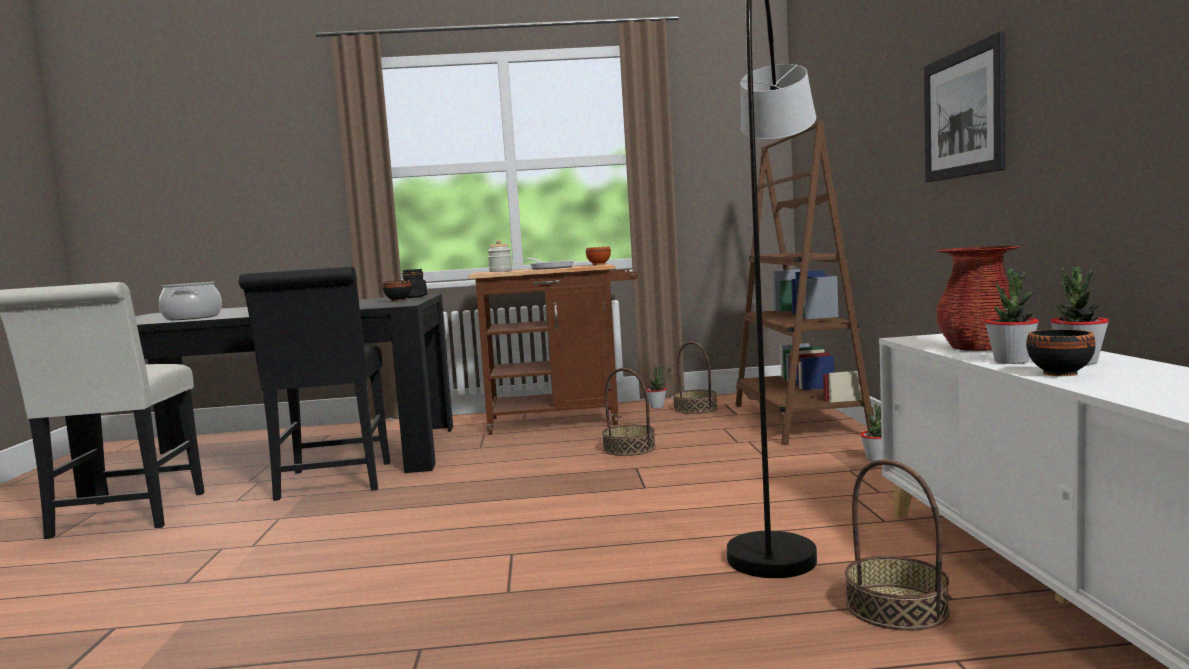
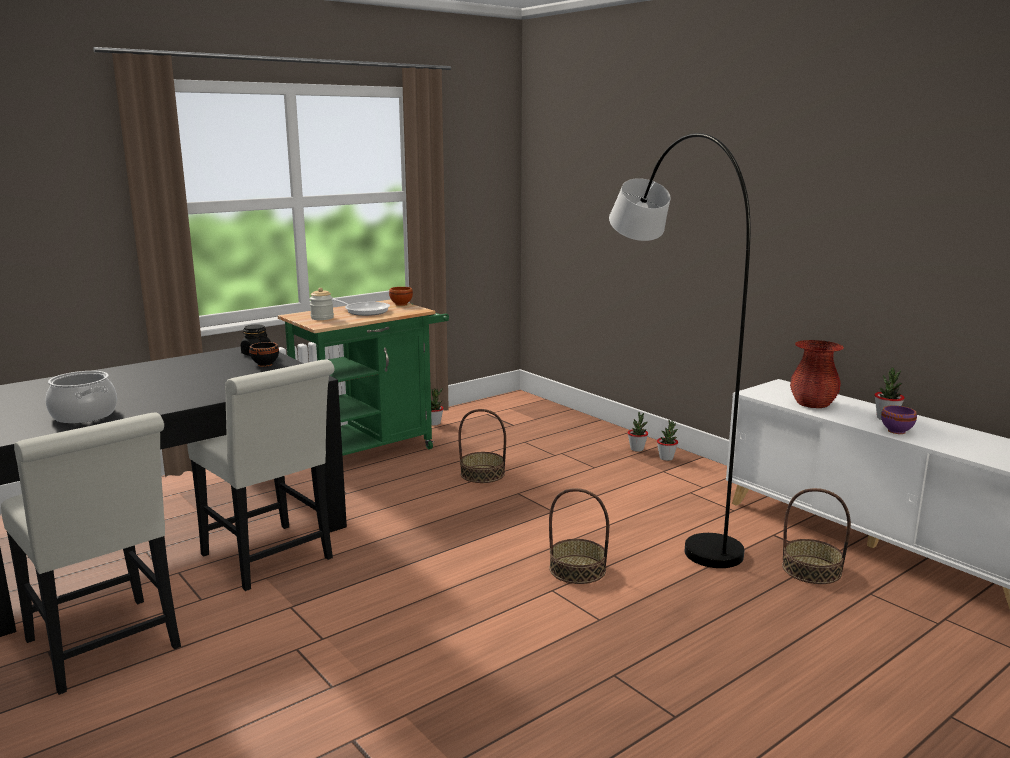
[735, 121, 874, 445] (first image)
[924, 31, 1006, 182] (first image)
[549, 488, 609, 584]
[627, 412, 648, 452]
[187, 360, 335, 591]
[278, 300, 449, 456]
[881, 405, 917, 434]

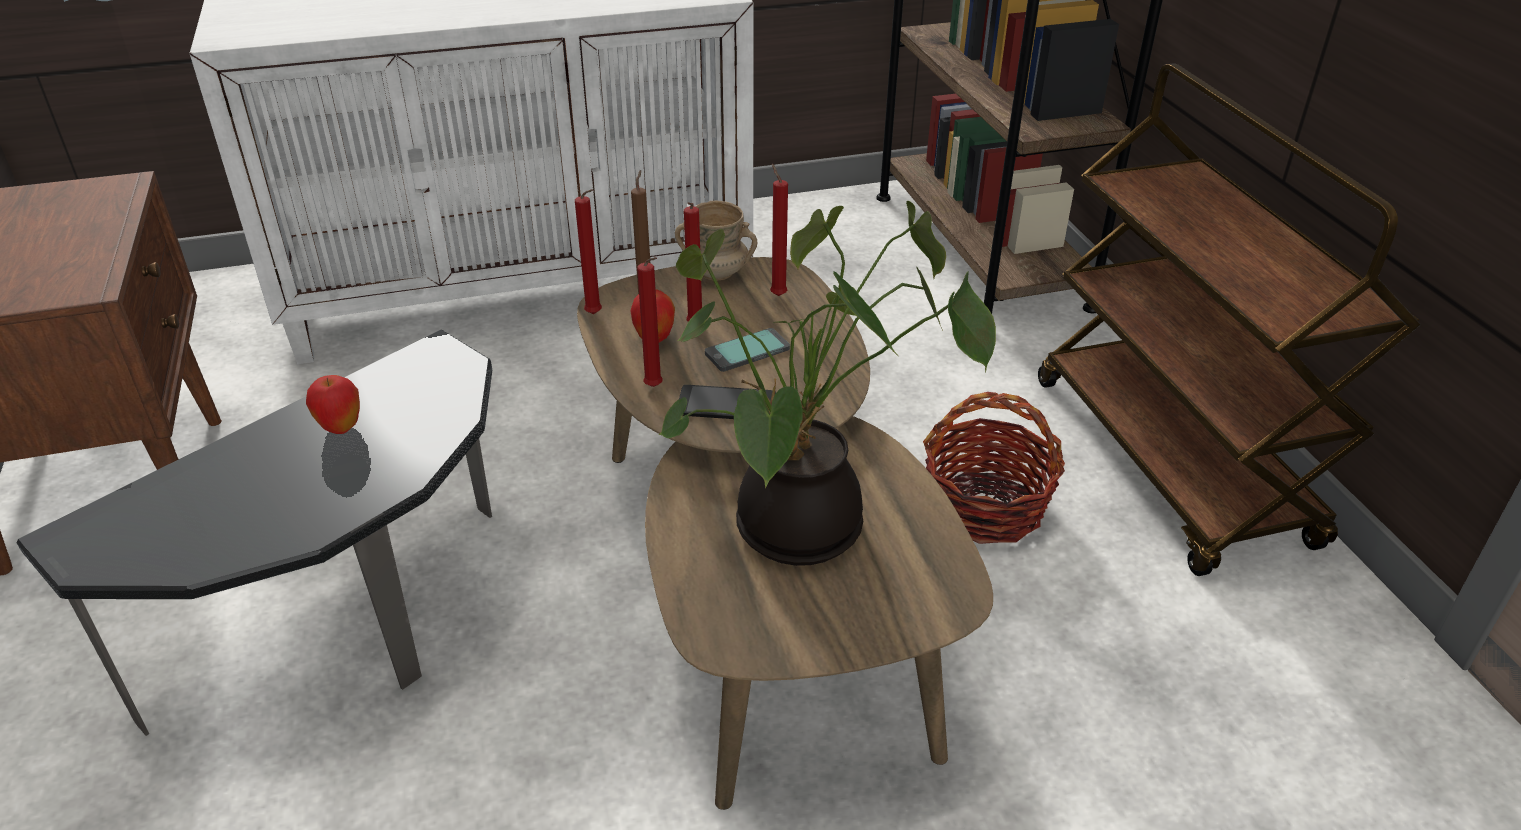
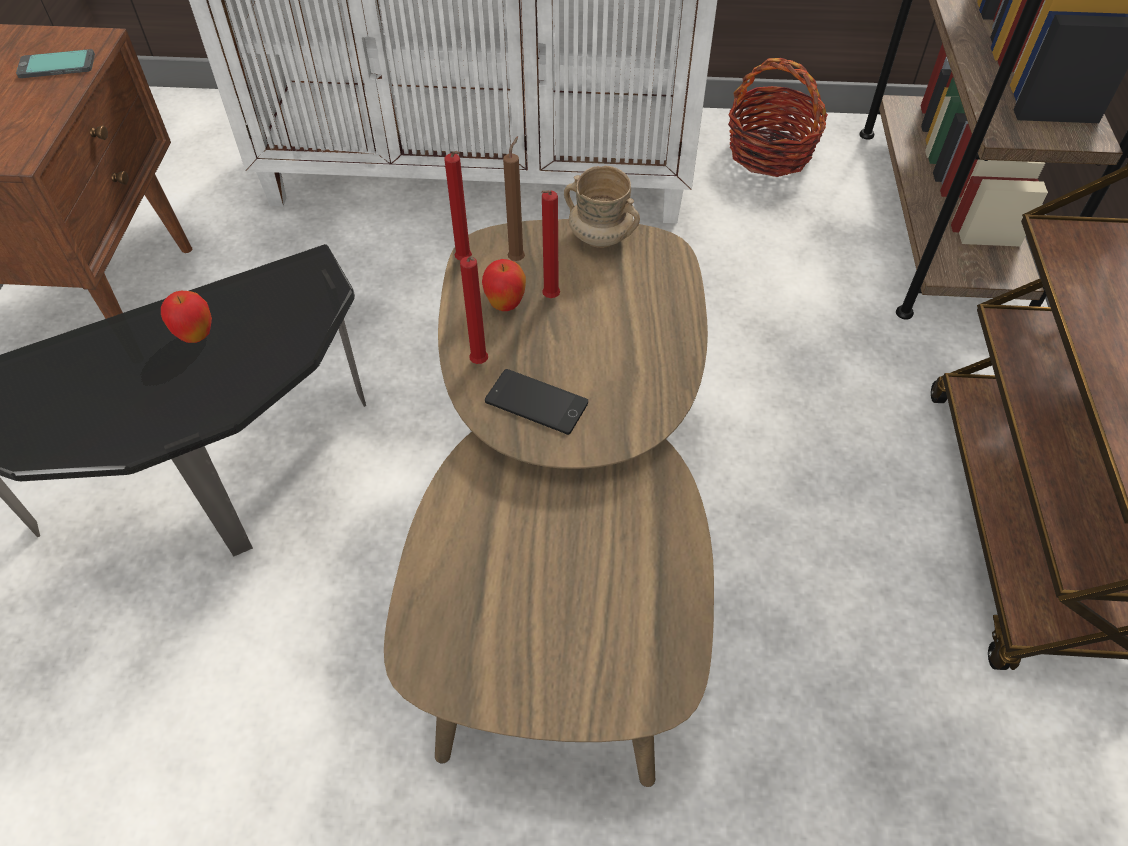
[659, 201, 996, 566] (first image)
[770, 164, 788, 296] (first image)
[16, 49, 95, 78]
[728, 58, 828, 177]

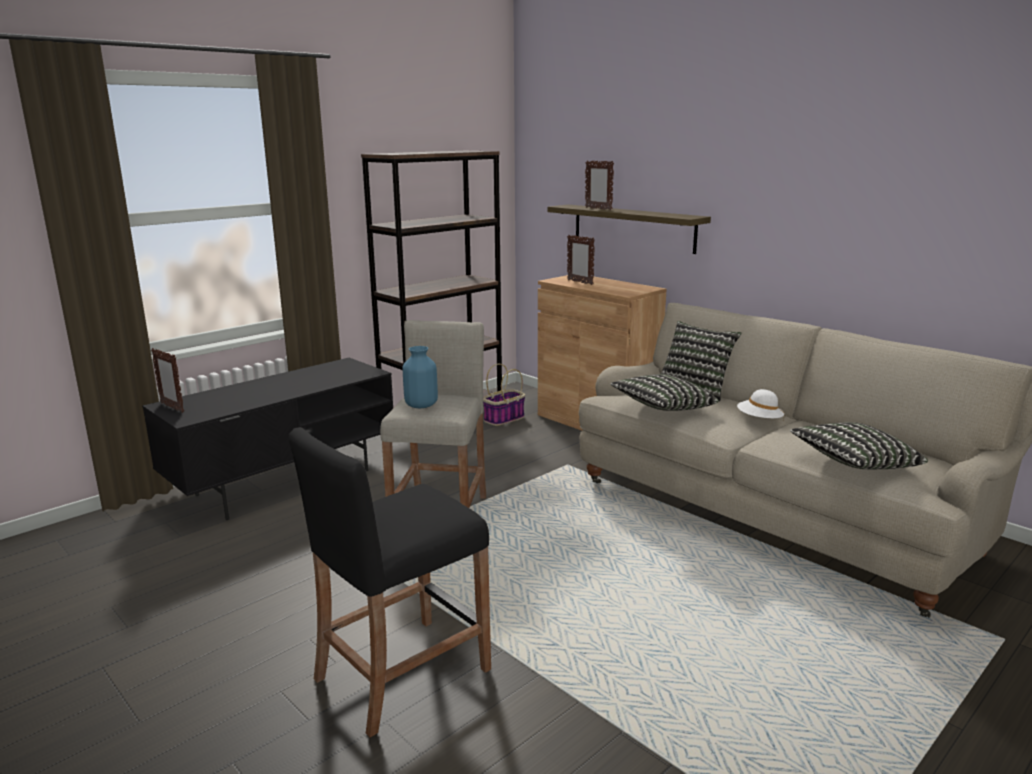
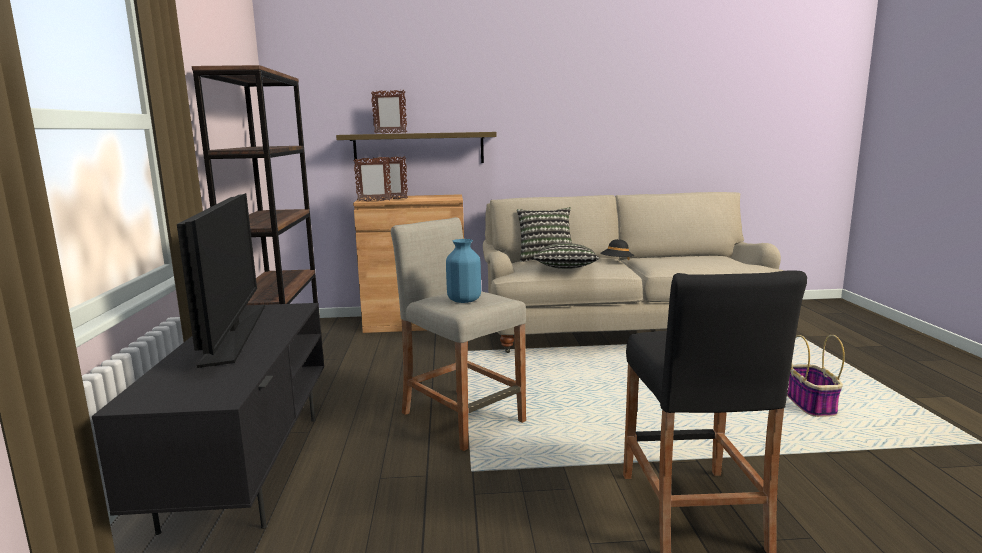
[790, 422, 928, 469] (first image)
[177, 193, 265, 368]
[353, 157, 392, 202]
[787, 335, 845, 417]
[600, 239, 634, 260]

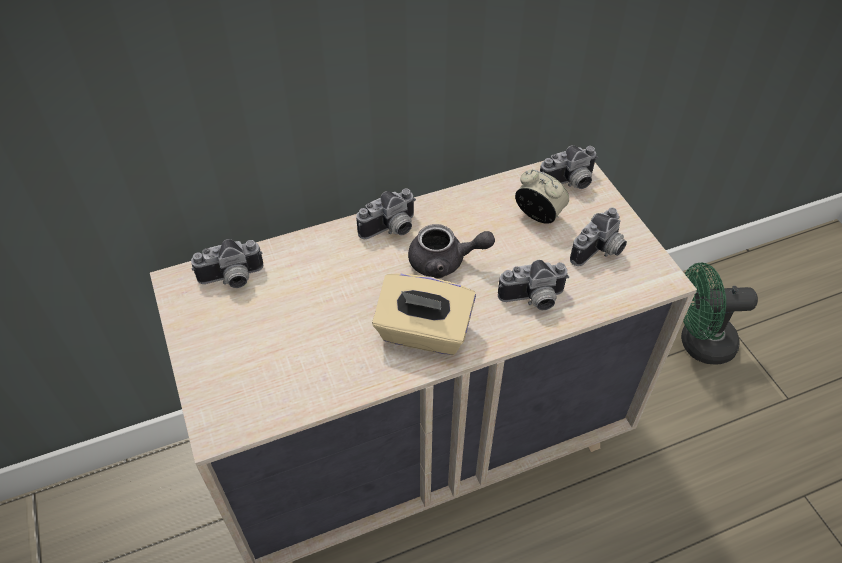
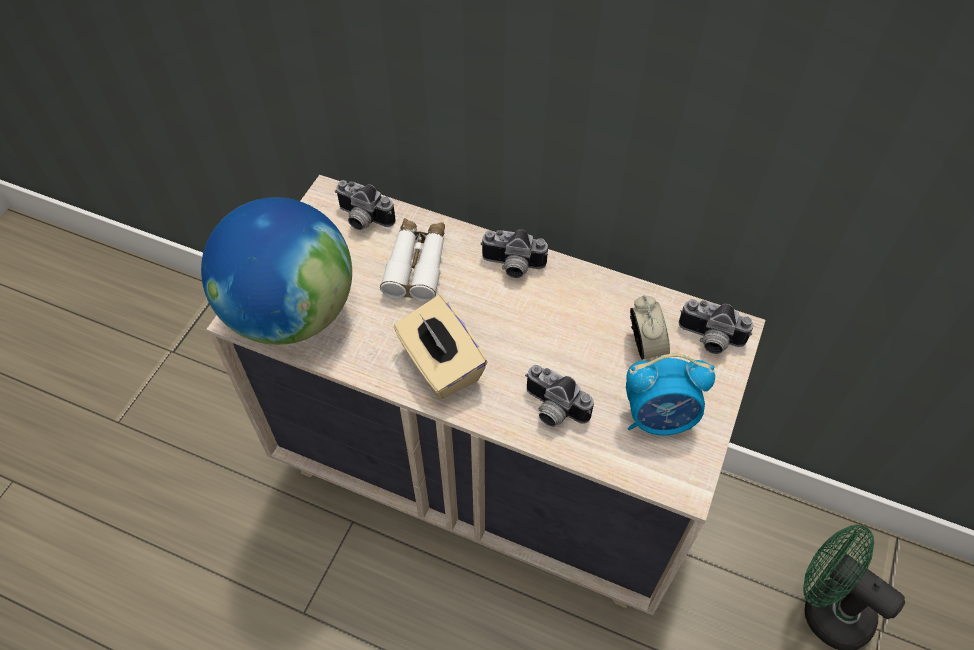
[408, 224, 495, 278] (first image)
[201, 197, 352, 345]
[380, 218, 445, 302]
[626, 353, 715, 435]

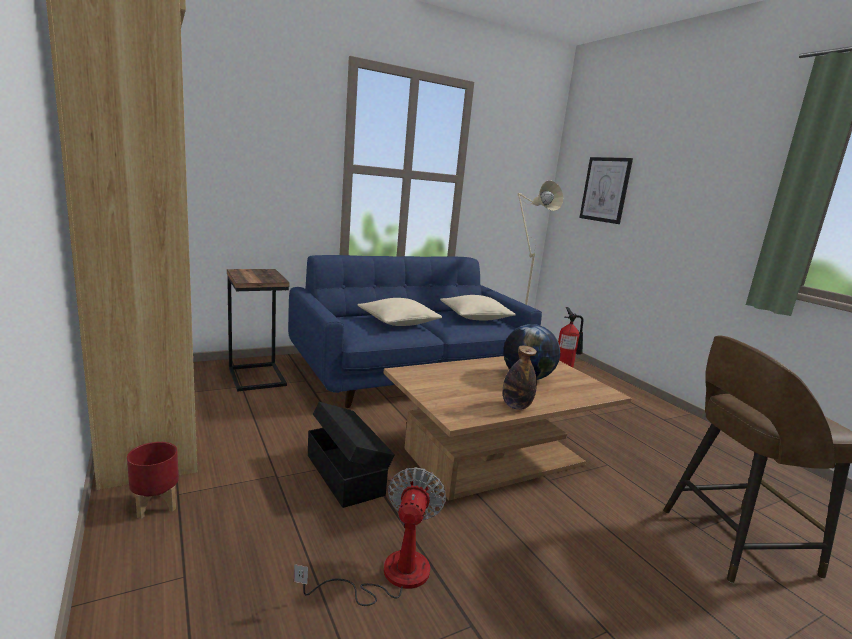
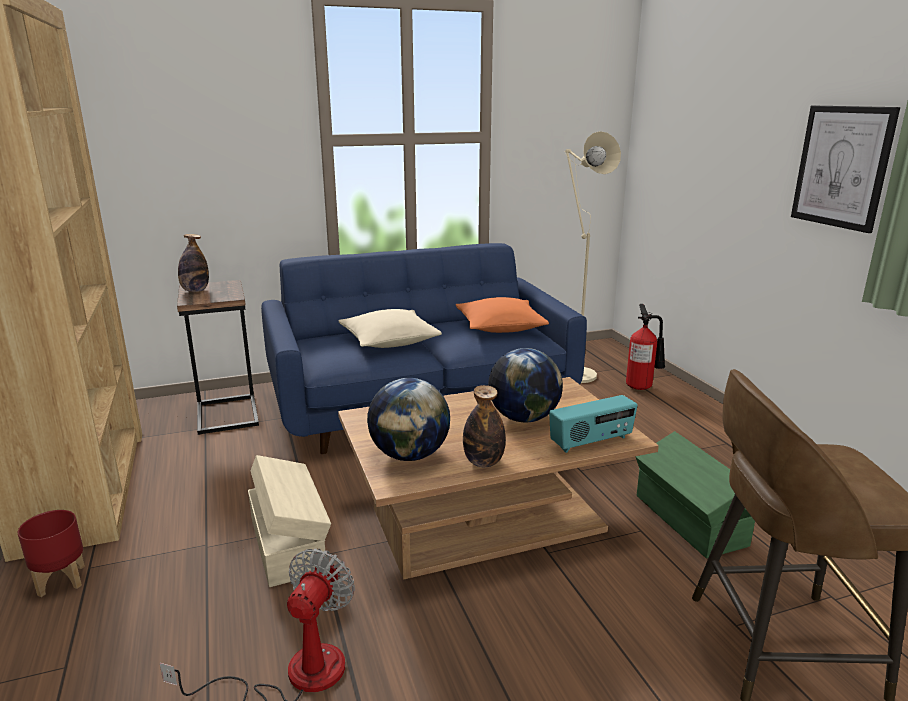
[178, 234, 209, 292]
[367, 378, 450, 461]
[549, 395, 638, 453]
[635, 431, 755, 558]
[791, 106, 900, 233]
[248, 455, 331, 587]
[456, 297, 549, 333]

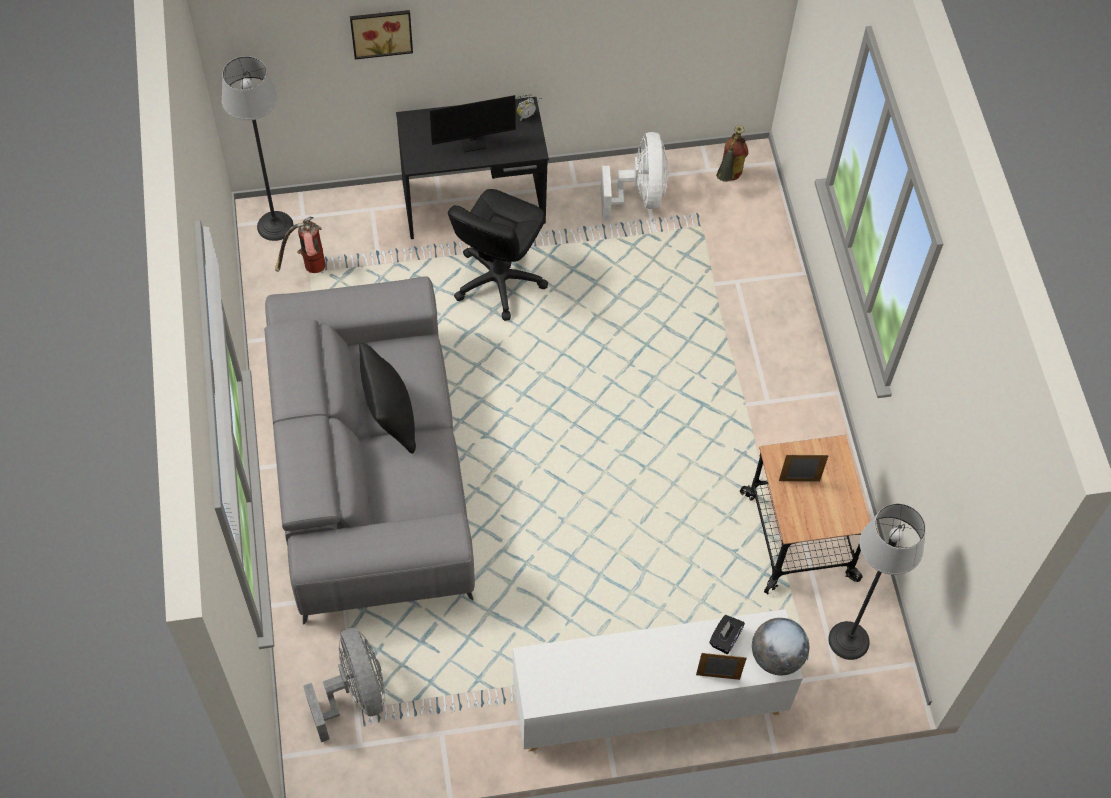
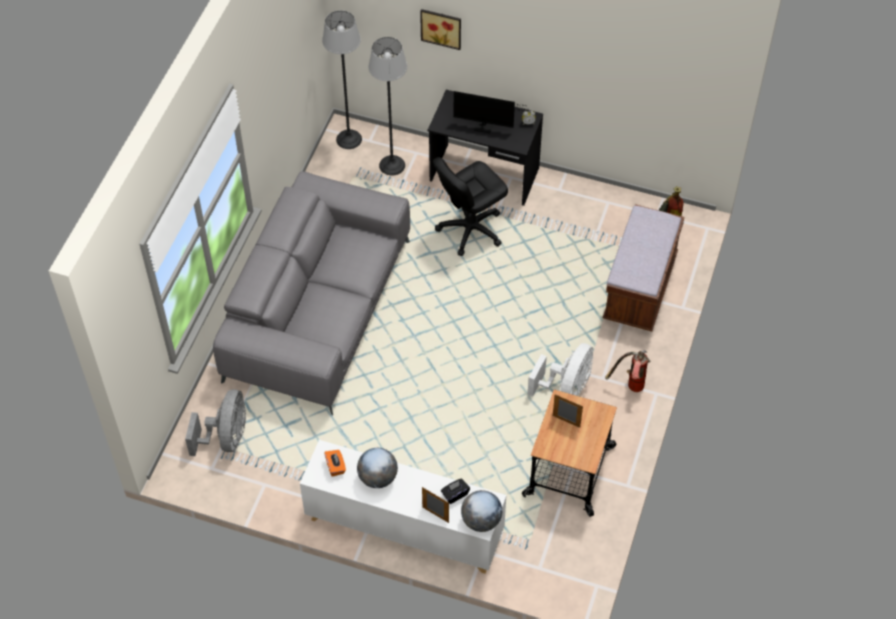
[359, 343, 416, 454] (first image)
[324, 450, 346, 477]
[357, 448, 398, 488]
[603, 204, 684, 331]
[605, 350, 651, 392]
[528, 343, 593, 397]
[368, 37, 407, 175]

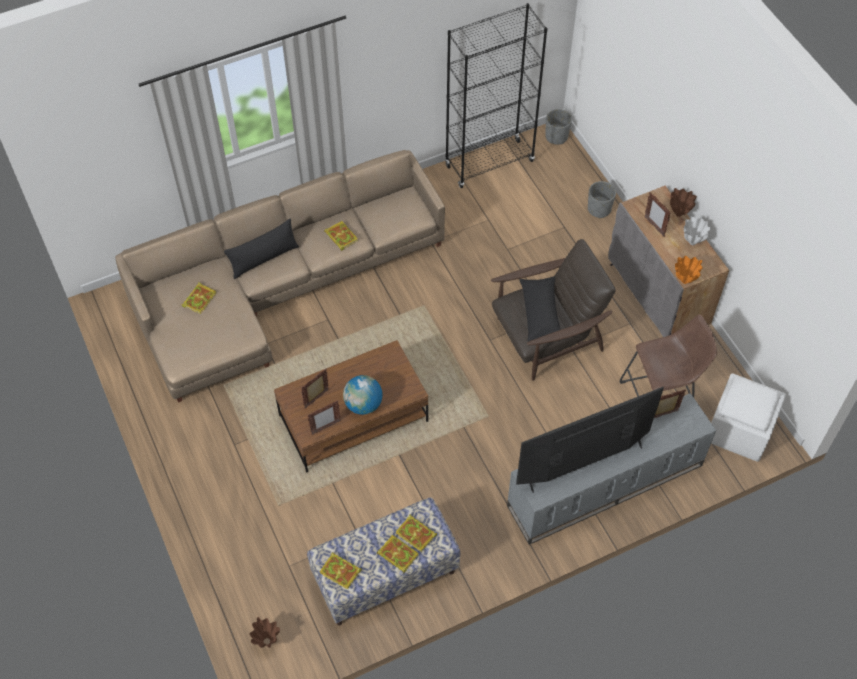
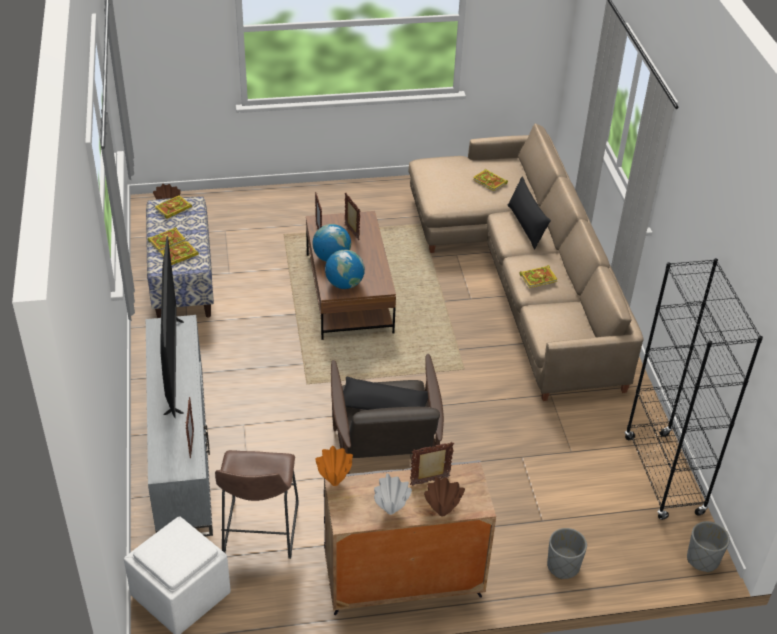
[325, 250, 365, 289]

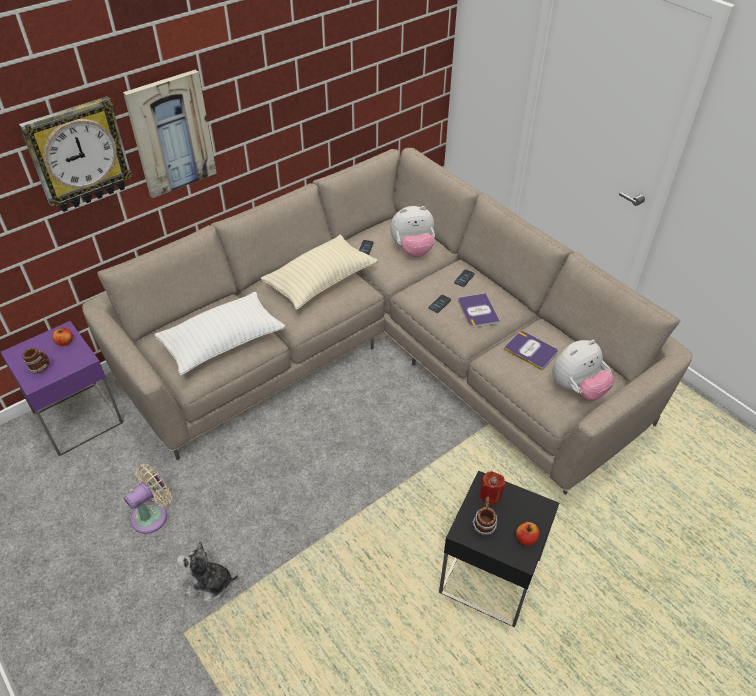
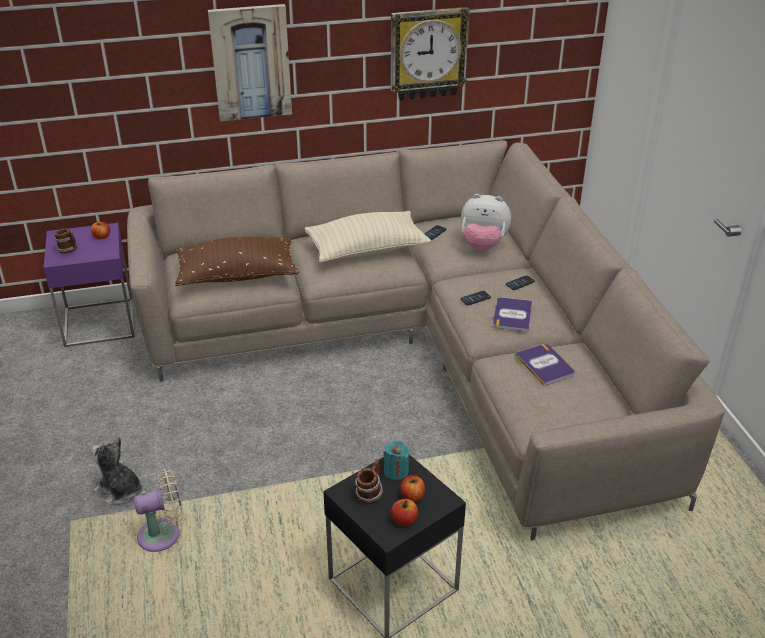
[552, 340, 615, 401] (first image)
[400, 475, 425, 502]
[391, 7, 470, 101]
[134, 469, 184, 552]
[175, 237, 299, 286]
[384, 441, 410, 480]

